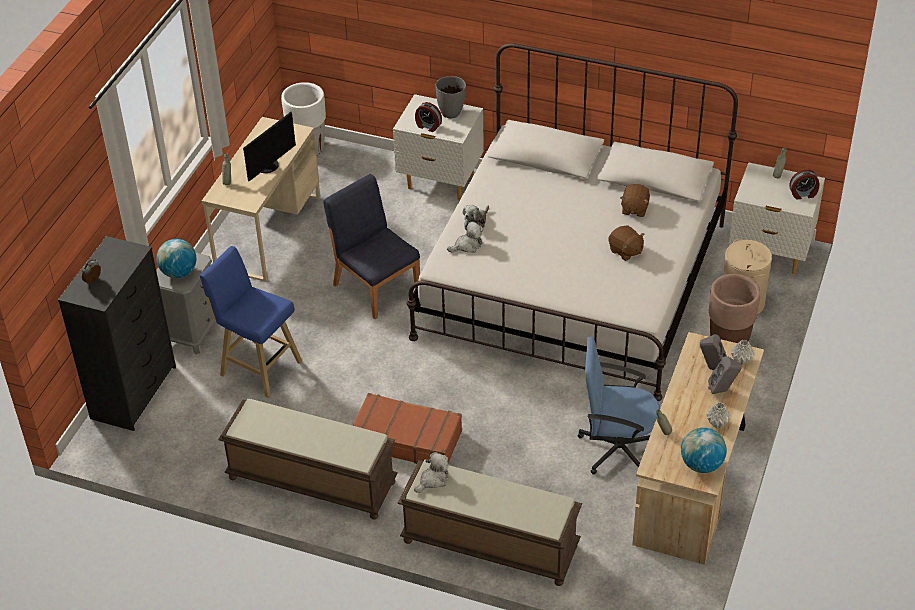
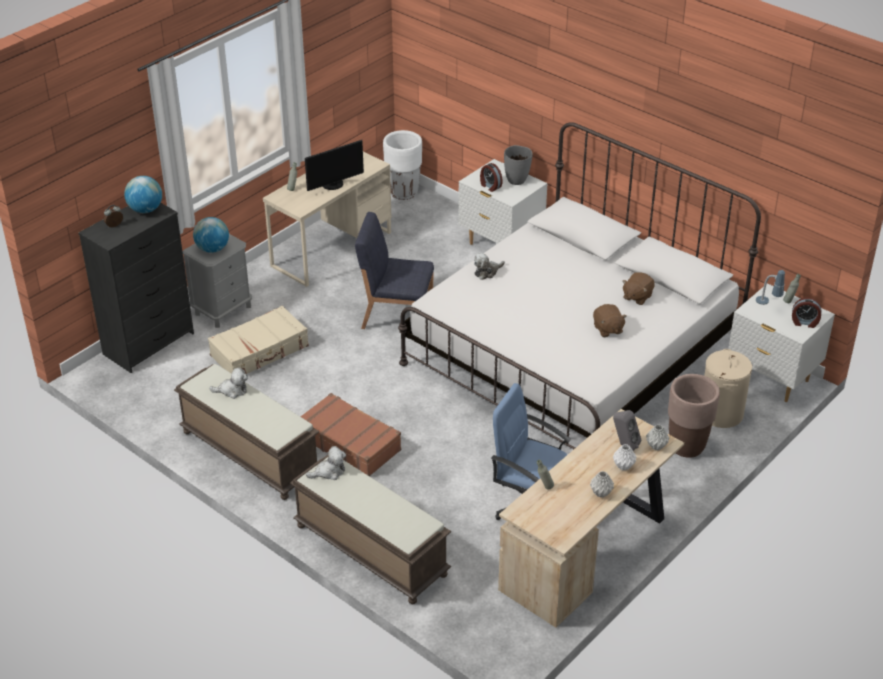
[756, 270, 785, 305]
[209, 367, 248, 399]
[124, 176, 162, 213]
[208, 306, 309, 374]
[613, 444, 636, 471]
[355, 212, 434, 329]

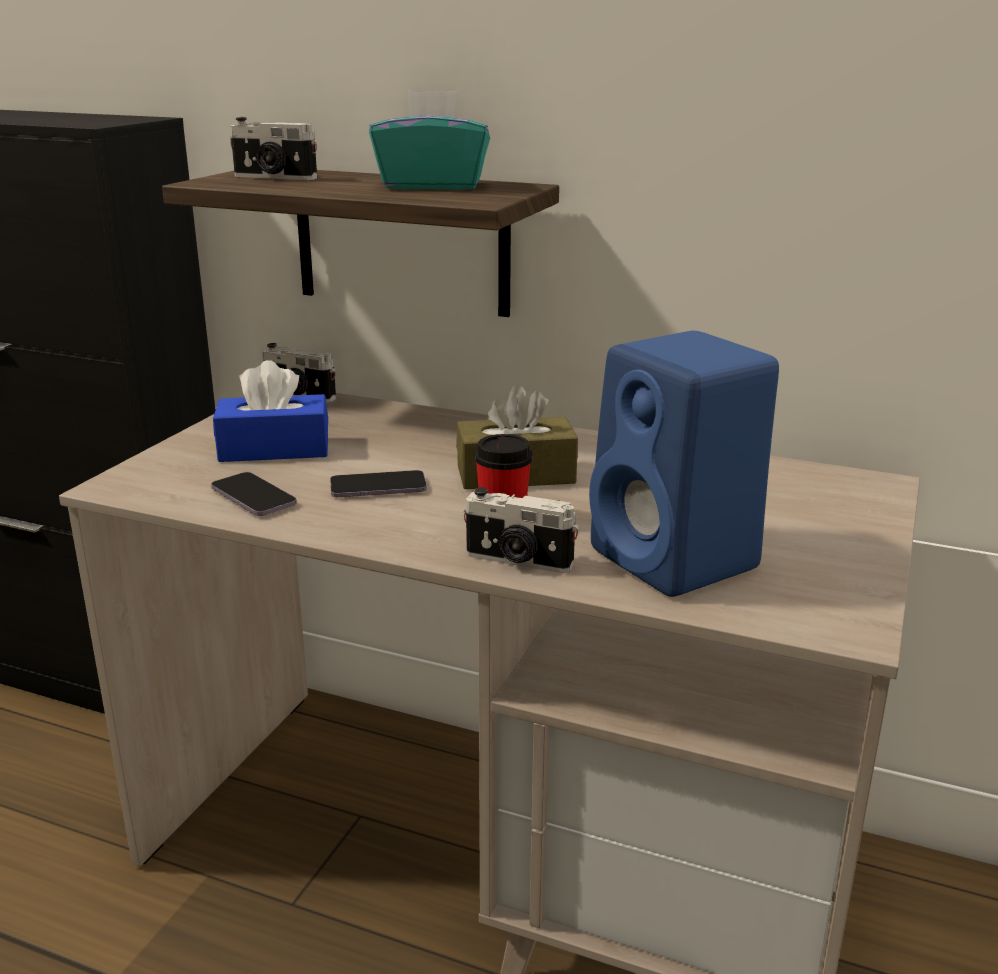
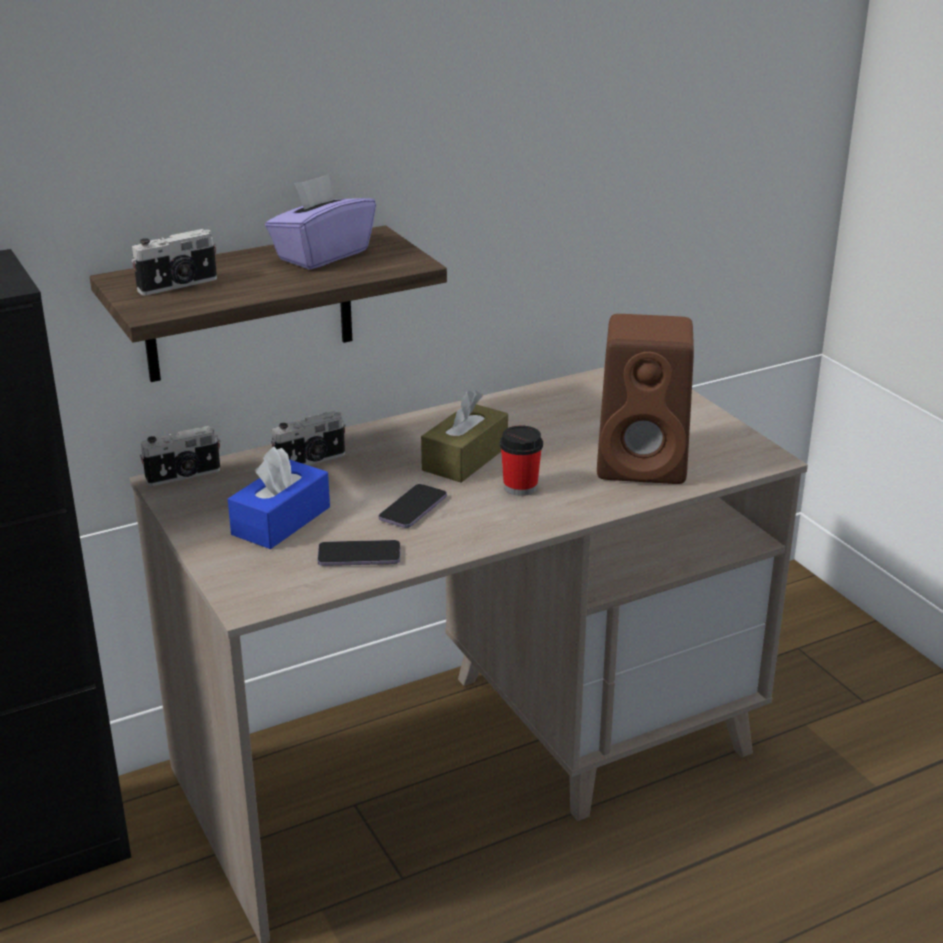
[271, 411, 346, 465]
[265, 174, 376, 270]
[597, 314, 694, 484]

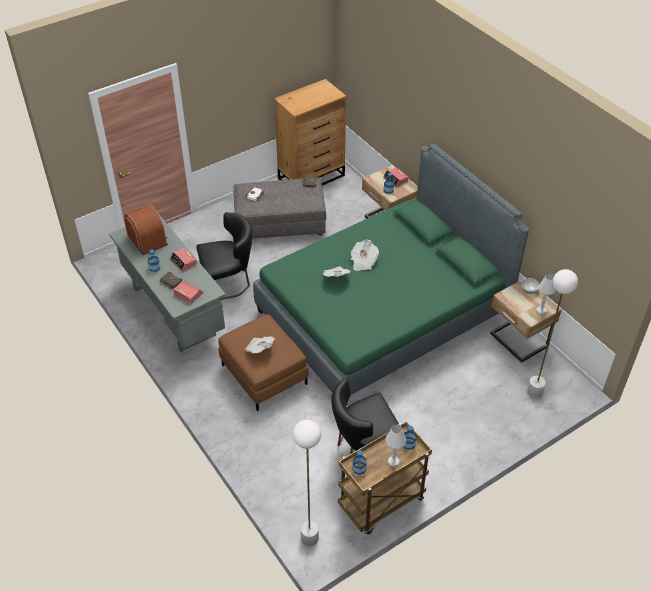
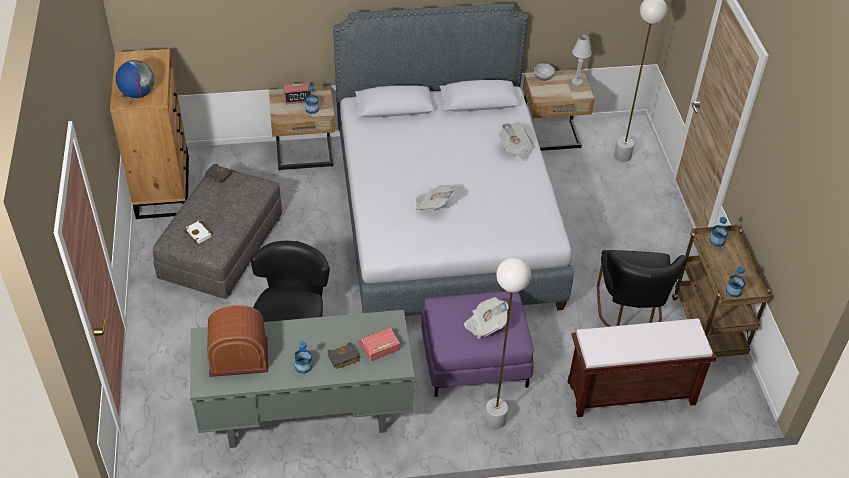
[170, 248, 197, 272] (first image)
[386, 425, 406, 467] (first image)
[116, 60, 154, 98]
[567, 318, 717, 417]
[485, 257, 531, 429]
[499, 123, 535, 161]
[421, 291, 534, 397]
[333, 3, 574, 316]

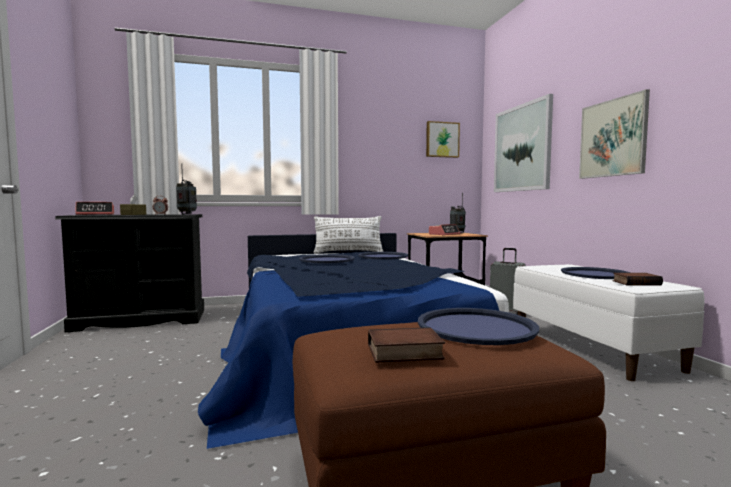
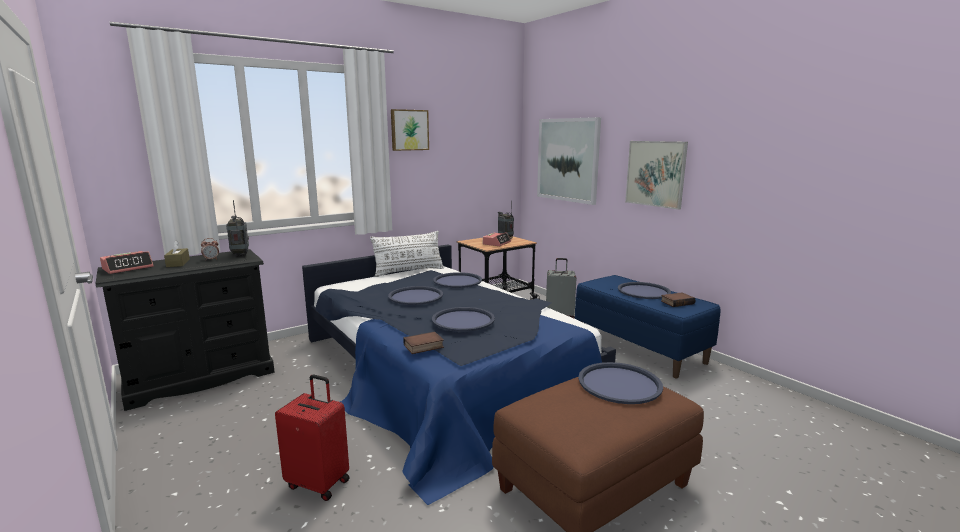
[275, 374, 349, 501]
[432, 307, 495, 332]
[403, 331, 444, 354]
[391, 109, 429, 151]
[575, 275, 720, 378]

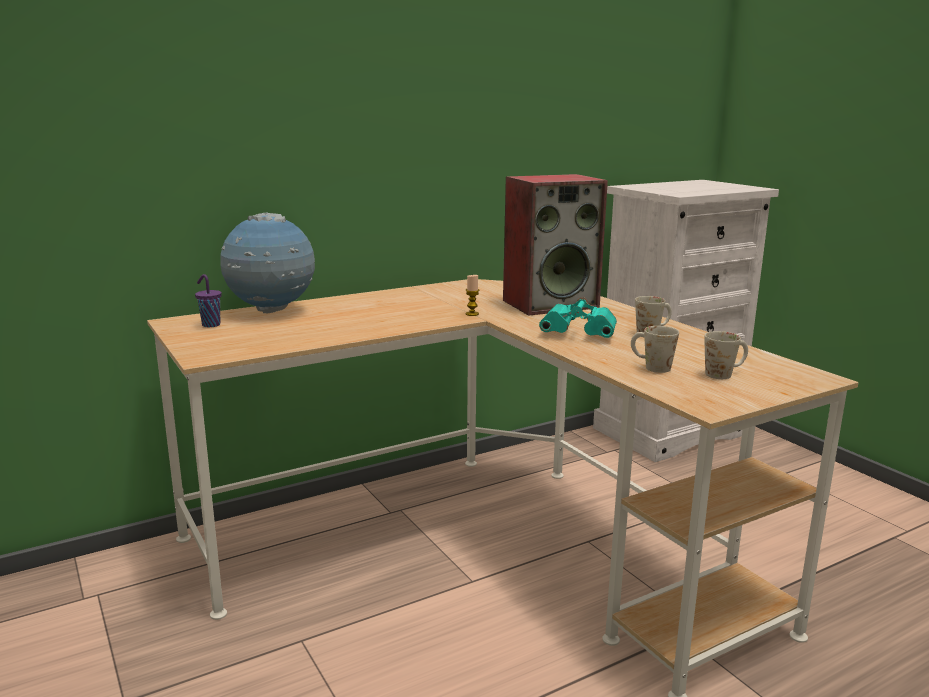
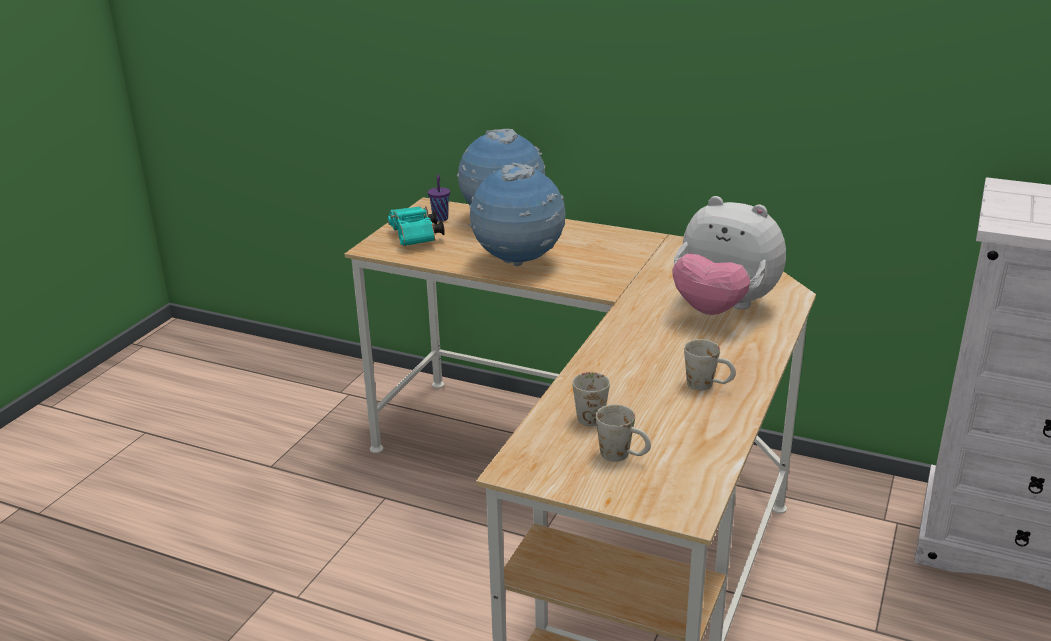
[466, 274, 479, 316] (first image)
[468, 162, 565, 266]
[387, 206, 445, 246]
[672, 196, 786, 315]

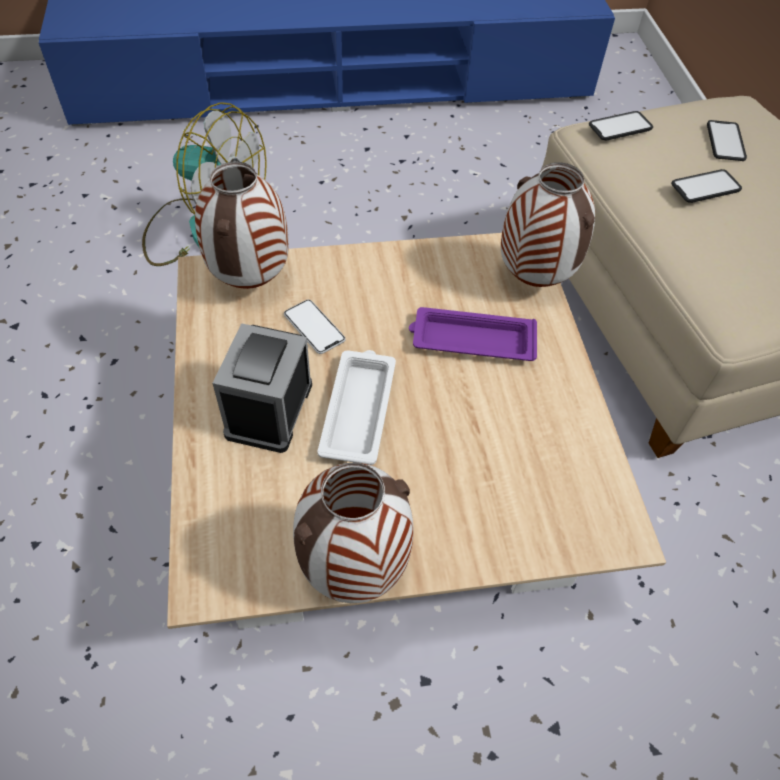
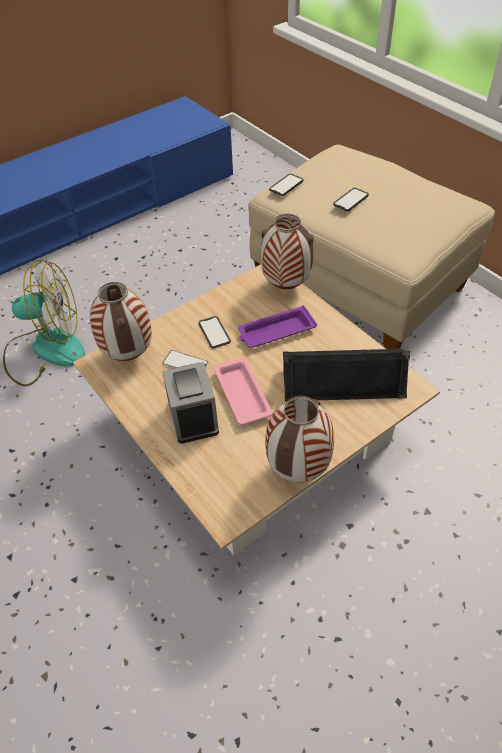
[283, 348, 410, 402]
[199, 316, 231, 348]
[214, 358, 273, 425]

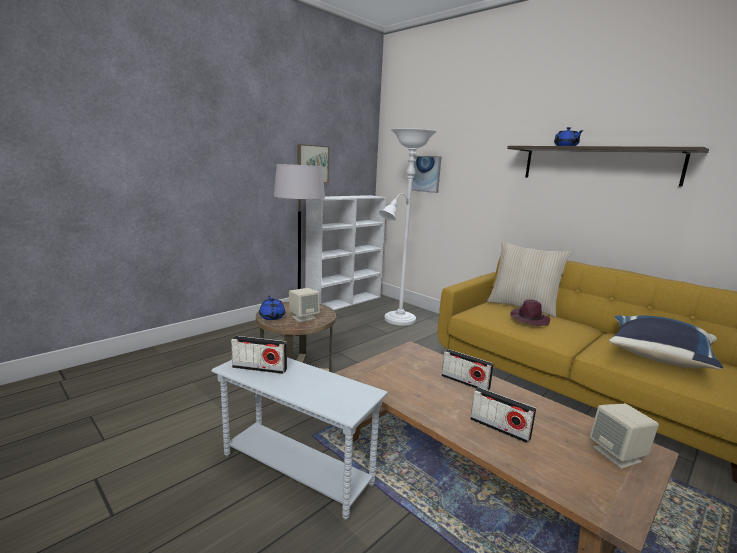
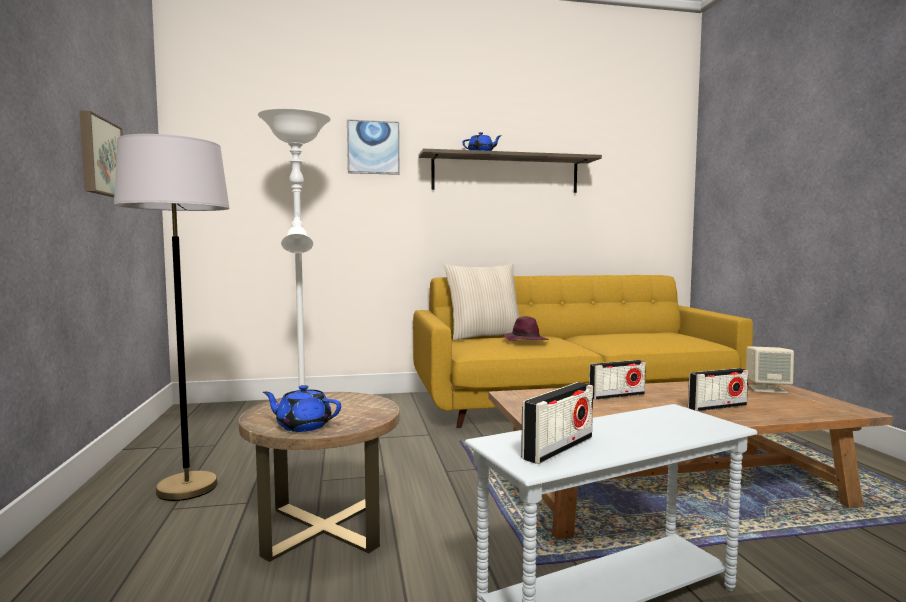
[289, 288, 320, 322] (first image)
[305, 195, 386, 310] (first image)
[609, 315, 723, 370] (first image)
[347, 119, 400, 175]

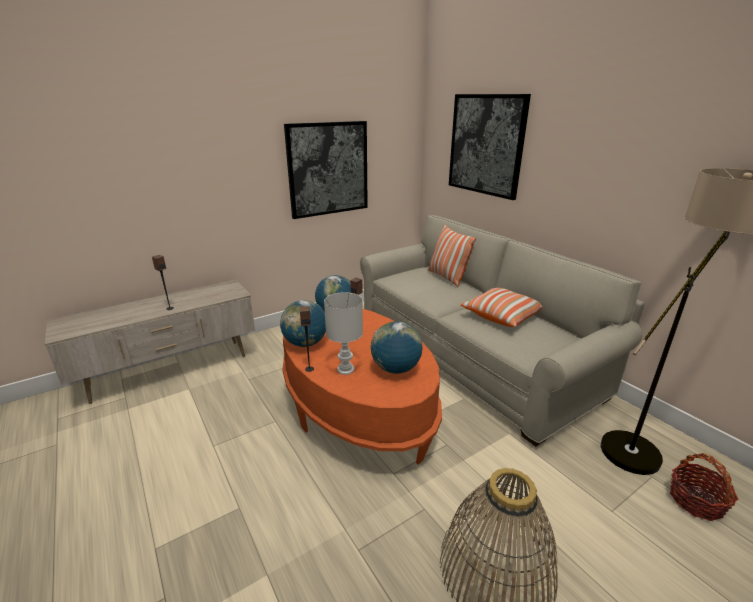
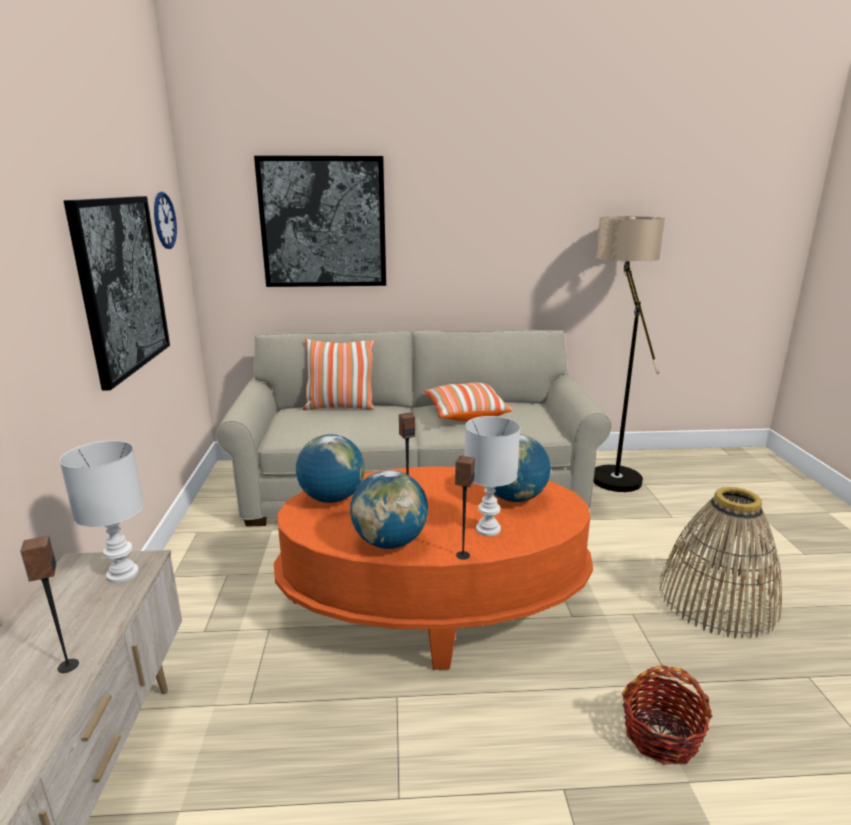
[60, 441, 144, 583]
[154, 192, 177, 249]
[622, 665, 712, 765]

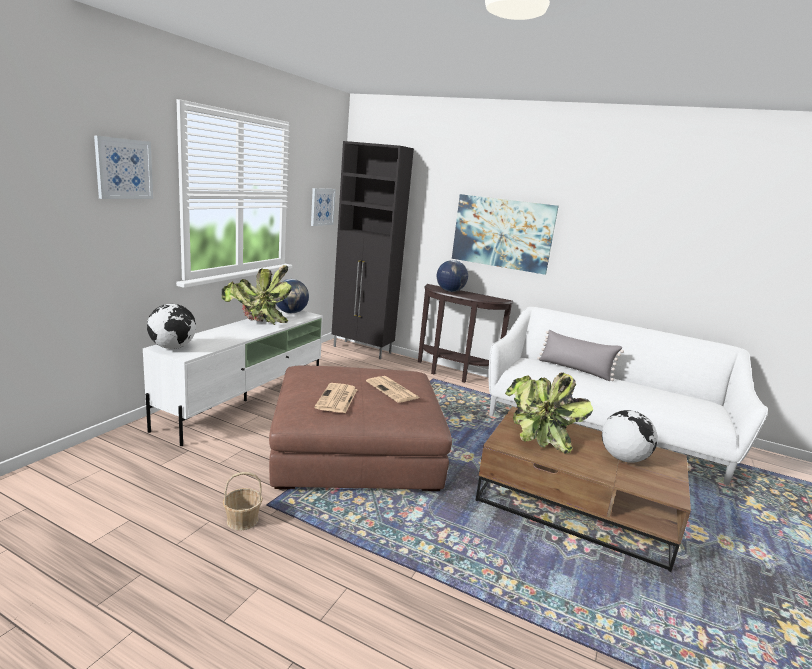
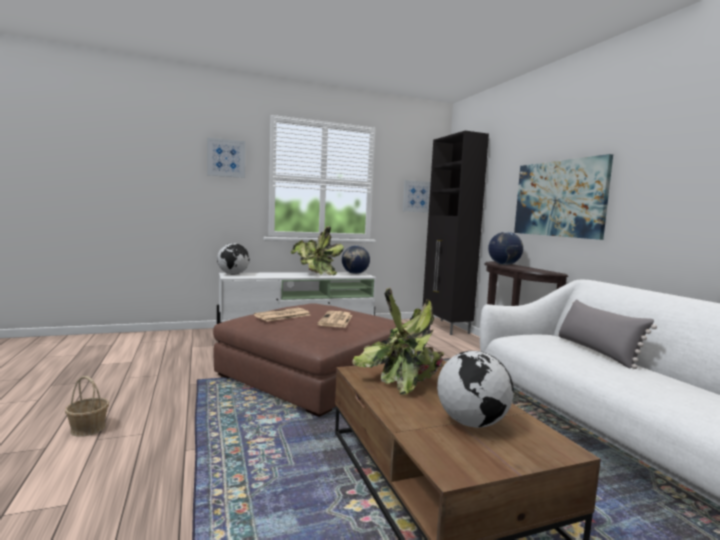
[65, 376, 109, 436]

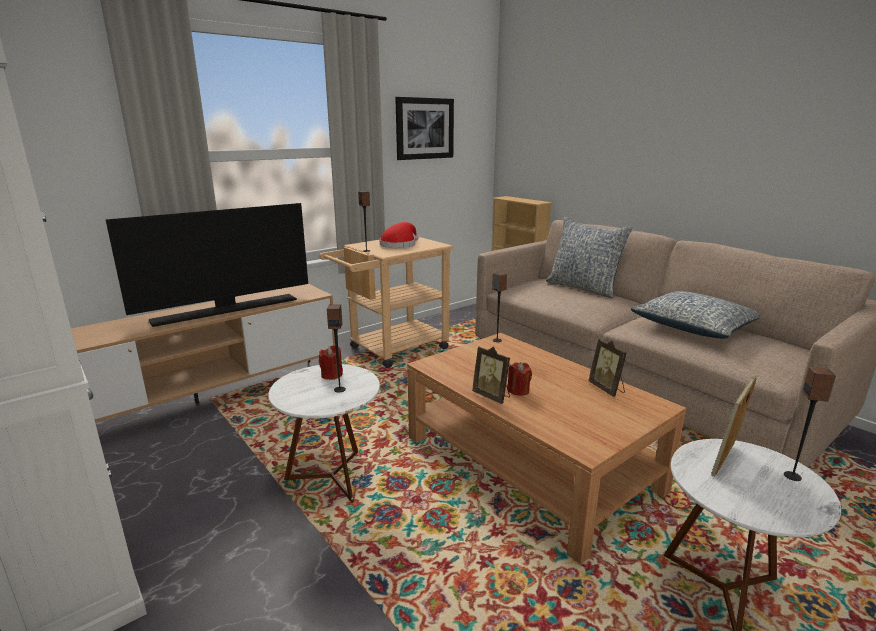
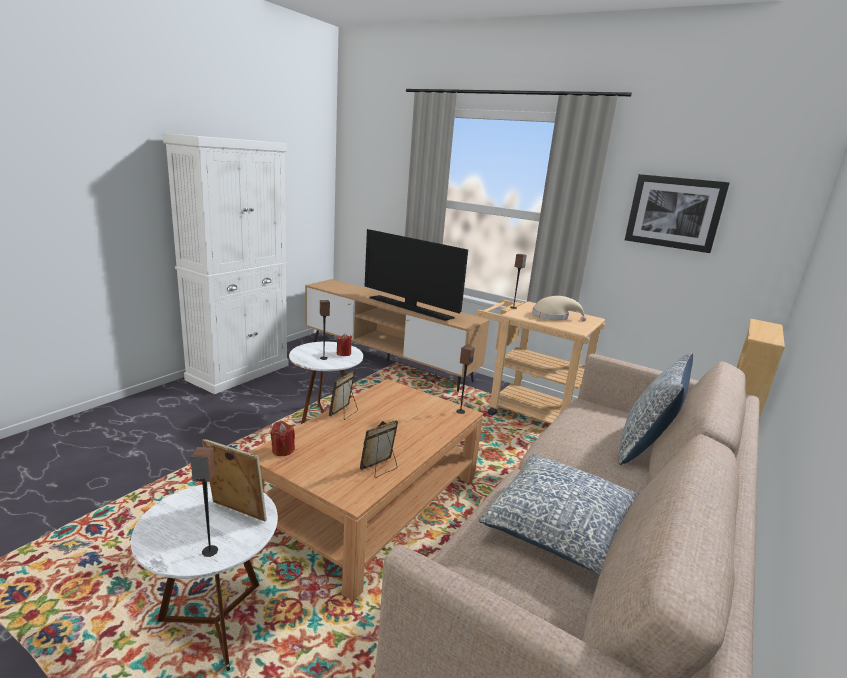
[271, 421, 295, 456]
[532, 296, 586, 321]

